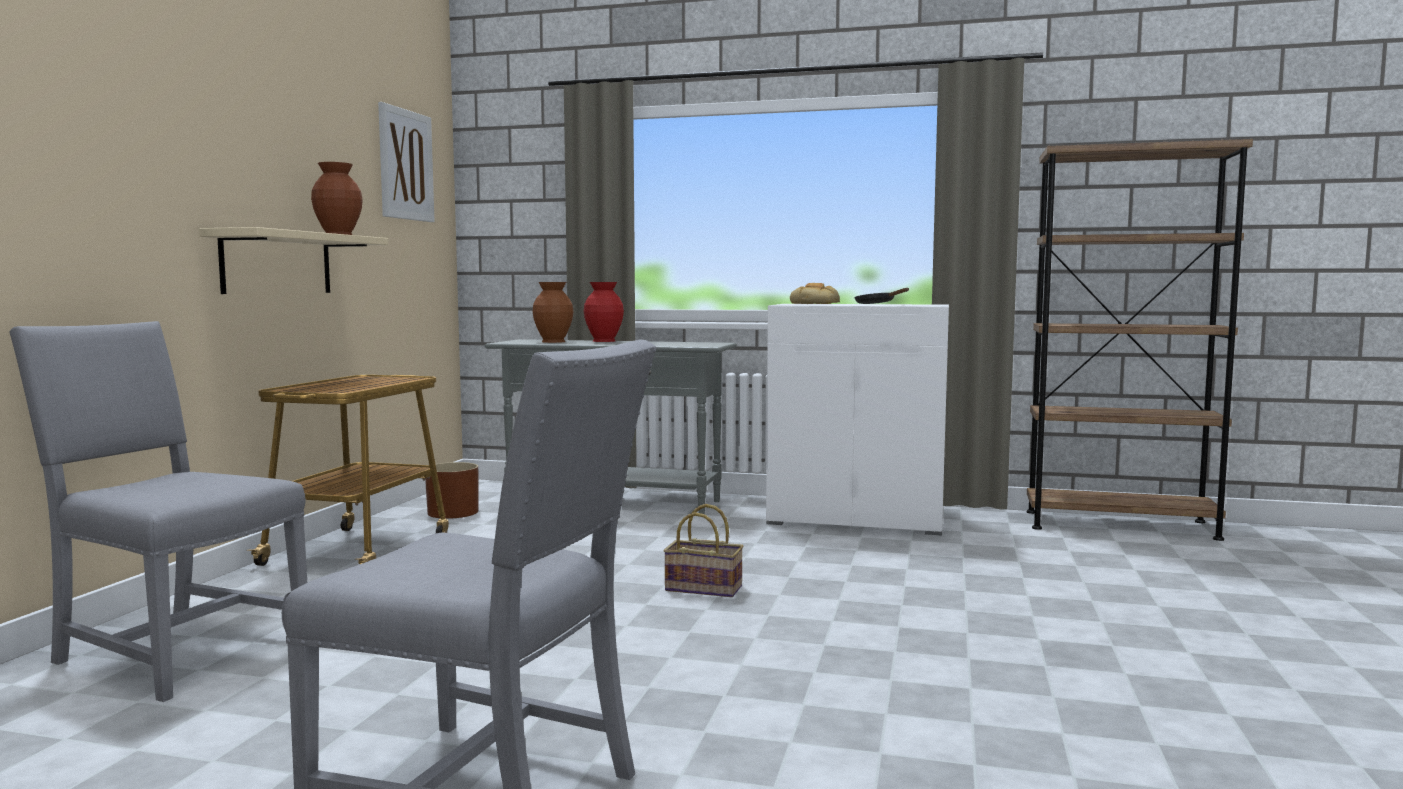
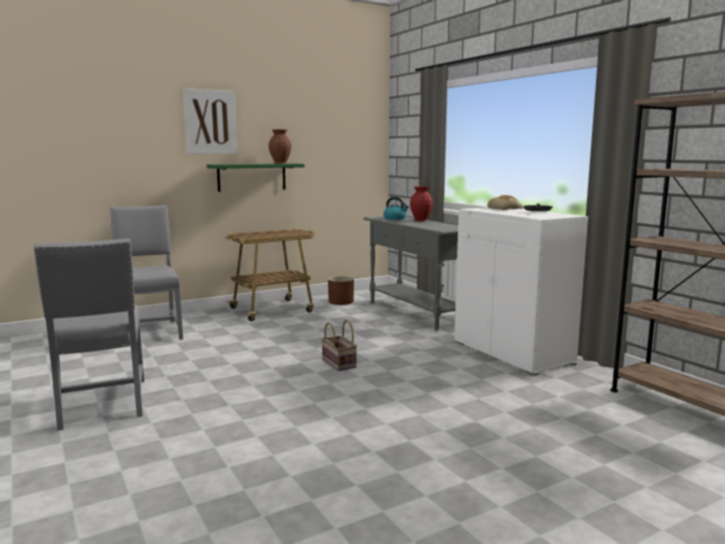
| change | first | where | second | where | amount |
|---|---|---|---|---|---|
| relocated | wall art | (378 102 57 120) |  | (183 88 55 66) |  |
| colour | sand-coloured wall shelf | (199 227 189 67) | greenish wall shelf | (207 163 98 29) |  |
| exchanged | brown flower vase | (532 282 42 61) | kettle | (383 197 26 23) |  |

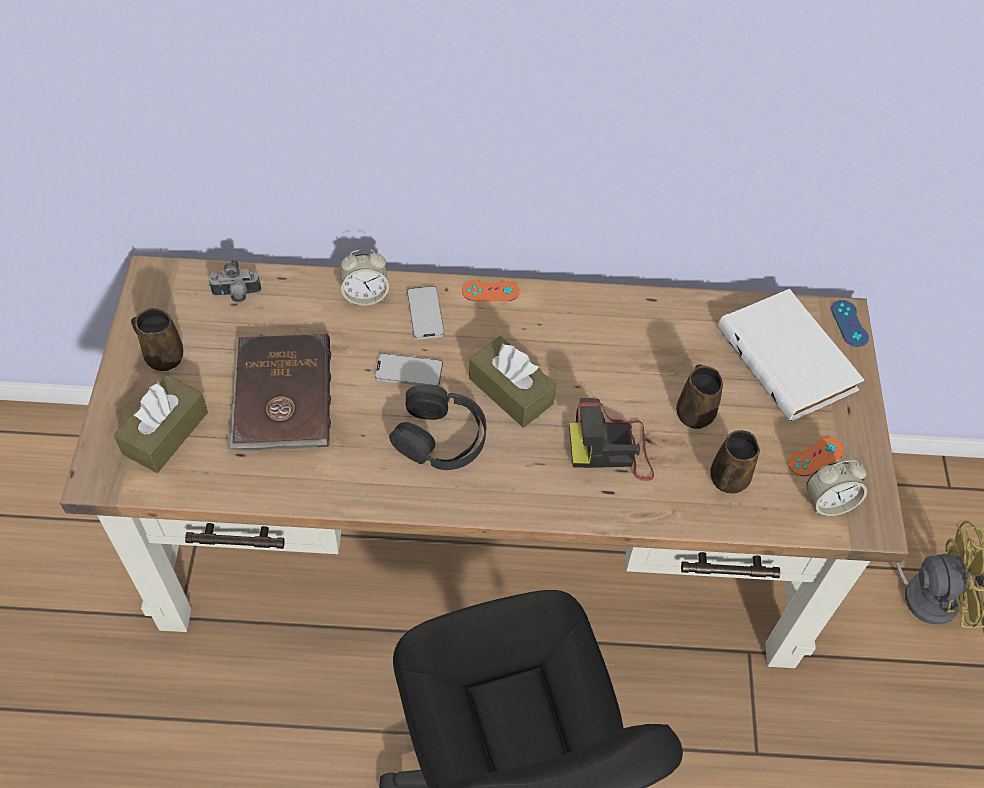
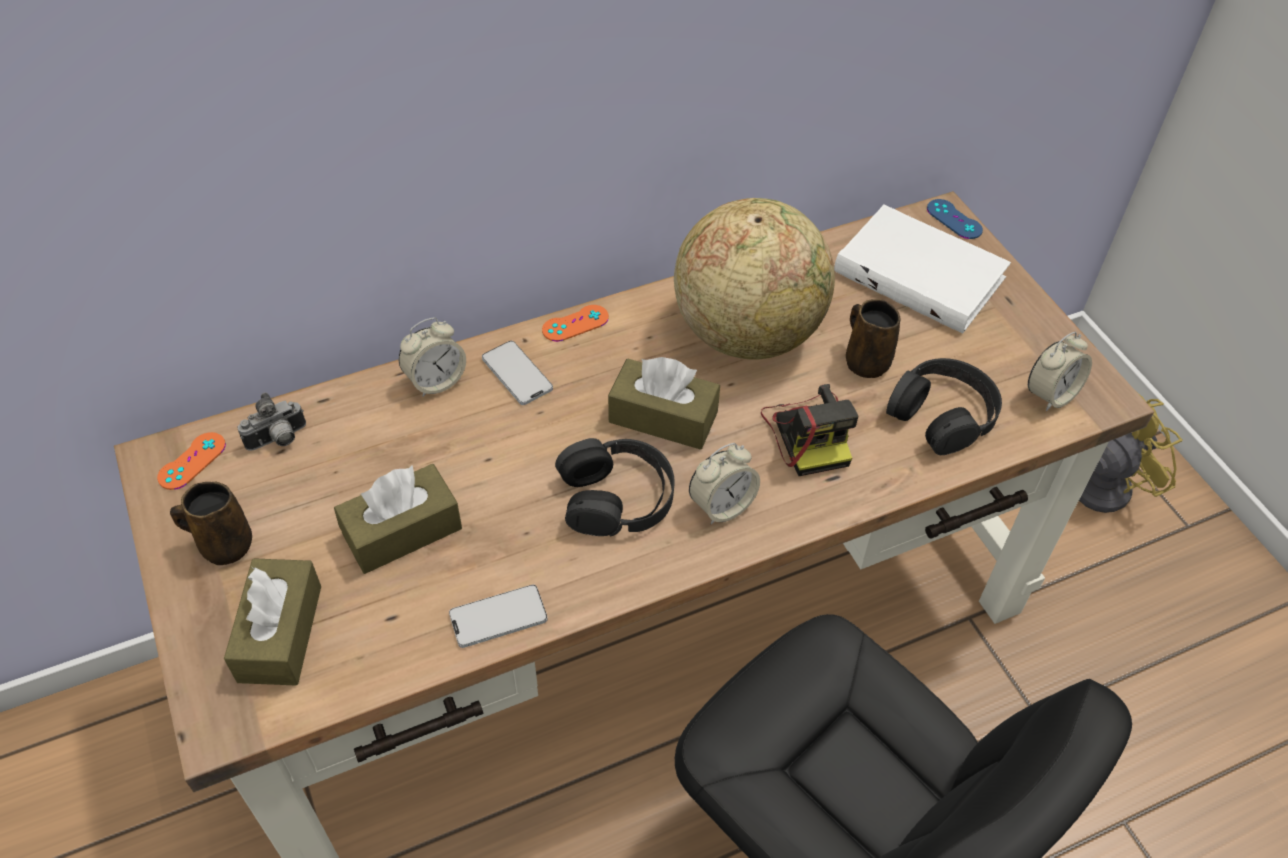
| change | first | where | second | where | amount |
|---|---|---|---|---|---|
| relocated | orangey gamepad | (788 437 56 39) |  | (157 432 69 58) |  |
| exchanged | brown volume | (226 334 105 117) | brown box of tissues | (334 464 128 110) |  |
| relocated | telephone | (375 353 68 33) |  | (449 585 99 63) |  |
| appeared |  |  | desk globe | (674 198 161 162) |  |
| appeared |  |  | alarm clock | (689 443 71 82) |  |
| spun | still camera | (570 398 84 83) |  | (761 384 98 92) | 75 degrees counterclockwise |
| exchanged | brown tea mug | (710 430 50 63) | blackish pair of headphones | (886 358 116 97) |  |

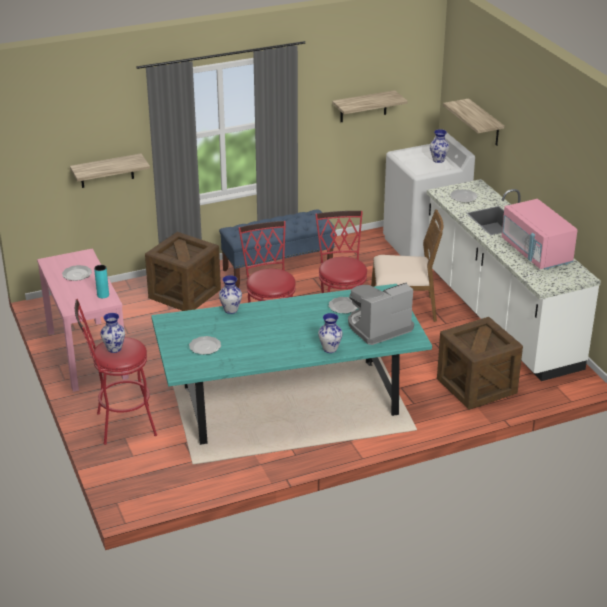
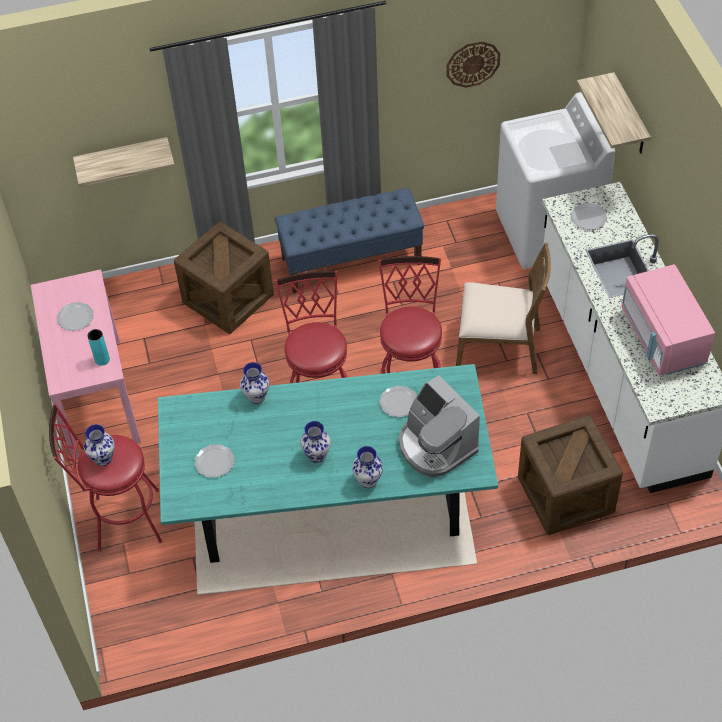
| change | first | where | second | where | amount |
|---|---|---|---|---|---|
| relocated | flower vase | (430 129 20 34) |  | (300 421 31 42) |  |
| spun | coffee maker | (348 283 66 62) |  | (399 375 81 102) | 105 degrees counterclockwise |
| exchanged | wall shelf | (332 90 75 32) | clock on the wall | (446 41 54 47) |  |

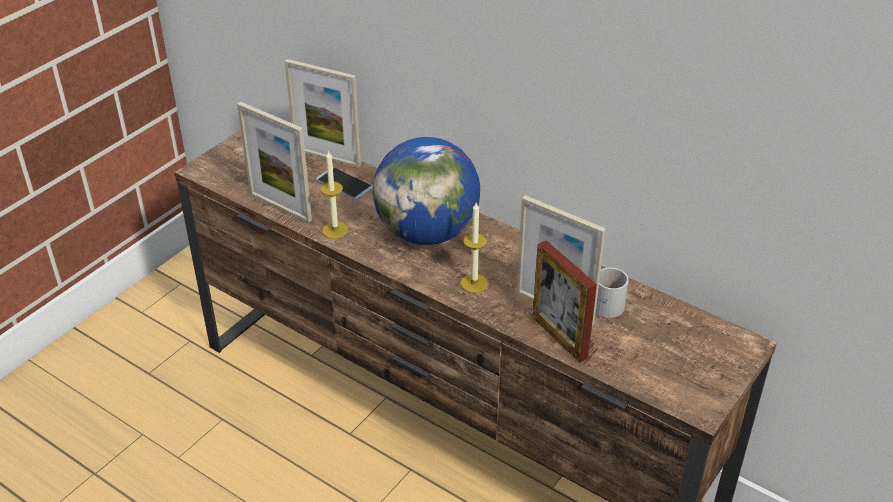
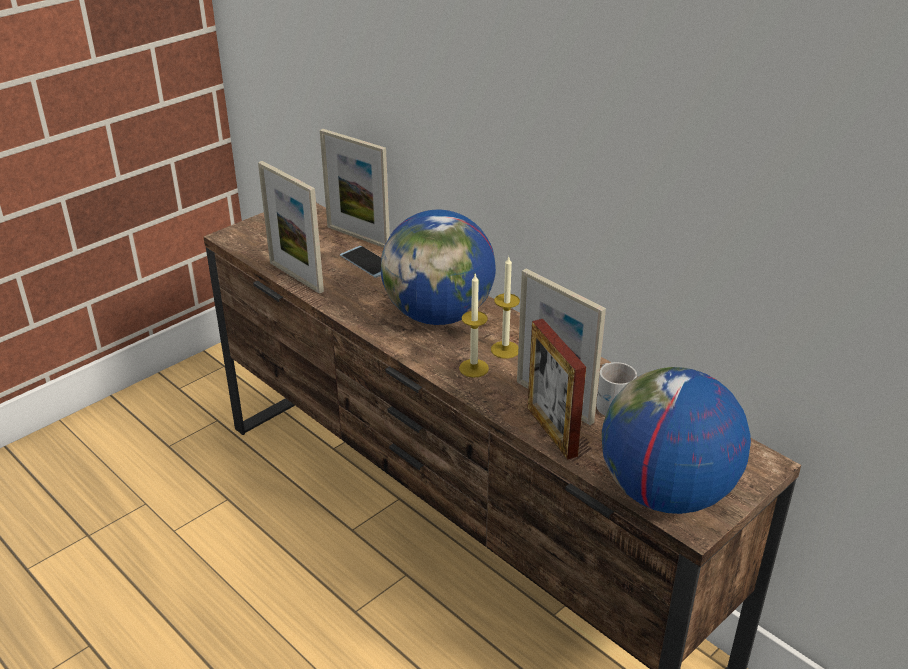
| change | first | where | second | where | amount |
|---|---|---|---|---|---|
| relocated | candle | (320 150 28 89) |  | (491 256 29 103) |  |
| appeared |  |  | desk globe | (602 367 149 147) |  |

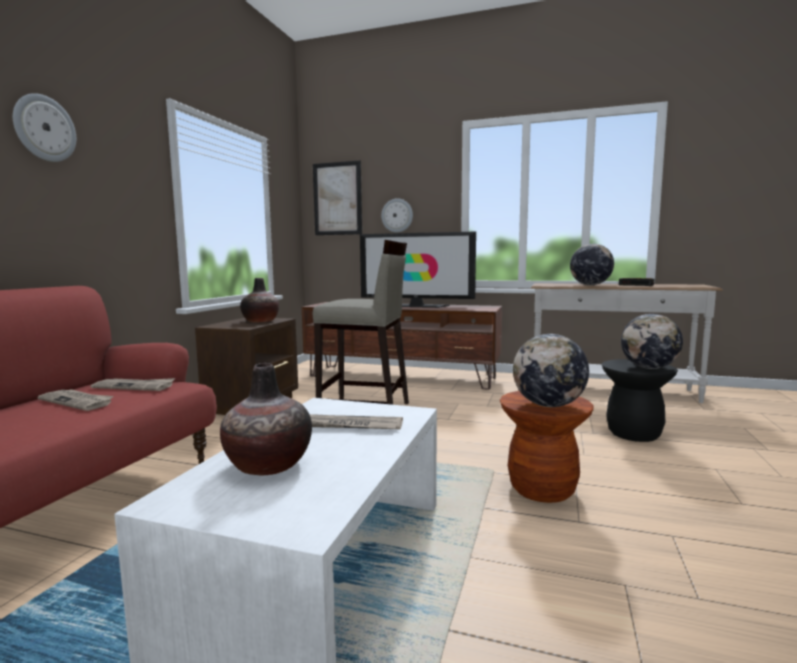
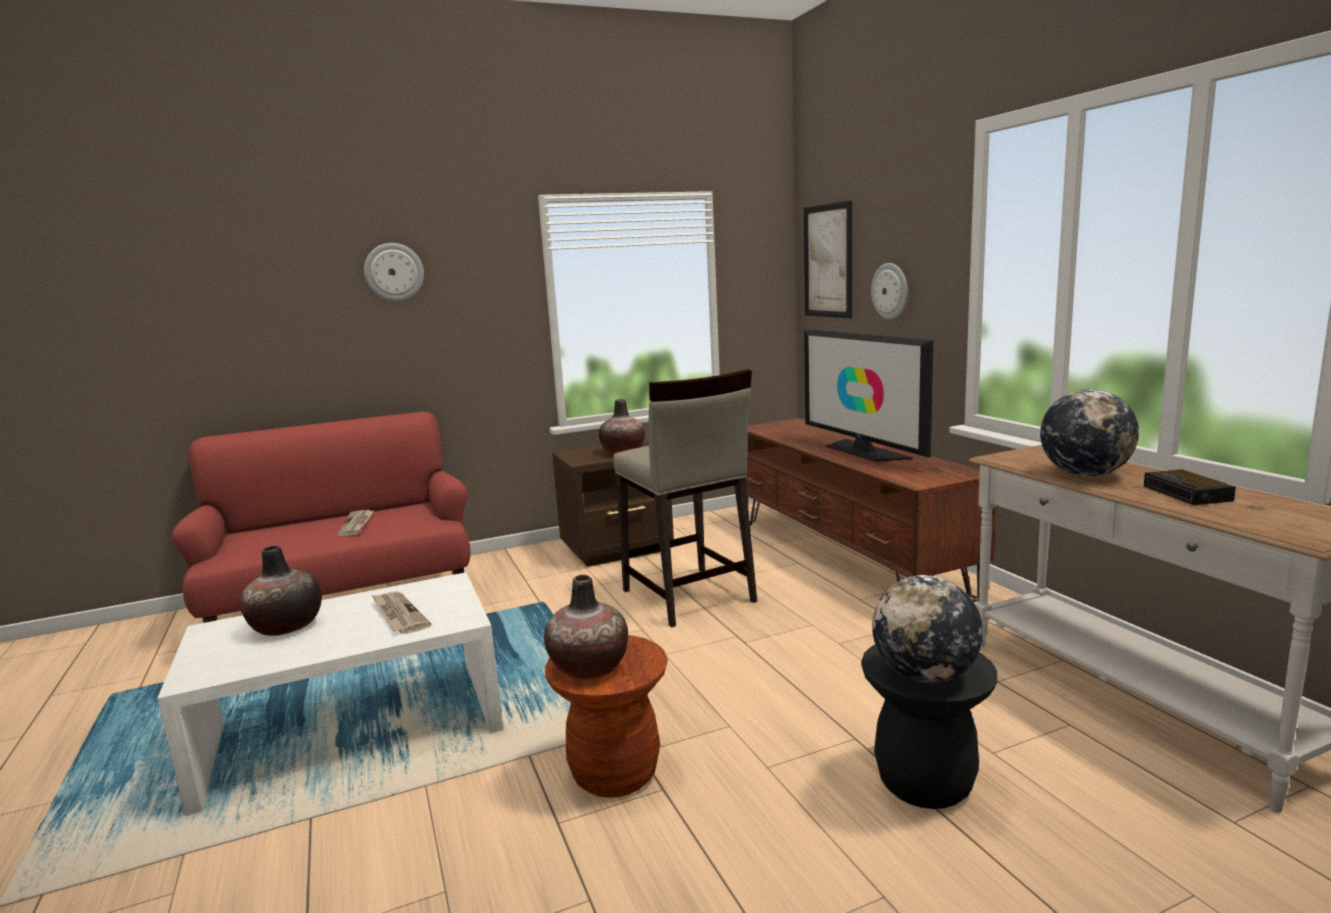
| change | first | where | second | where | amount |
|---|---|---|---|---|---|
| exchanged | desk globe | (513 334 76 73) | flower vase | (544 575 84 105) |  |
| missing | newspaper | (90 378 85 13) |  |  |  |

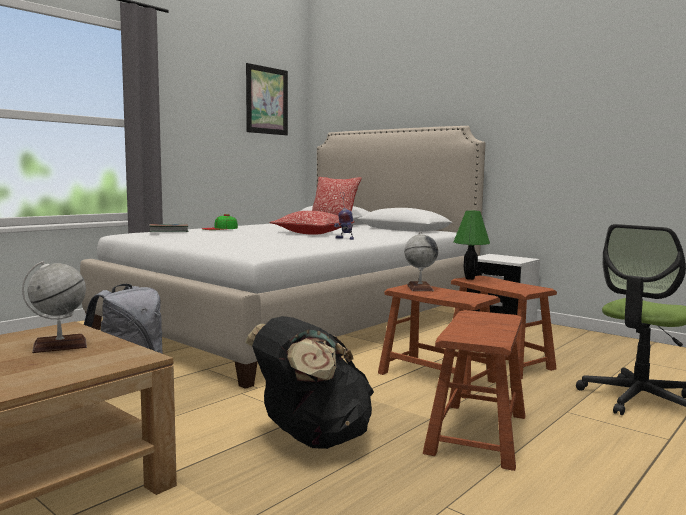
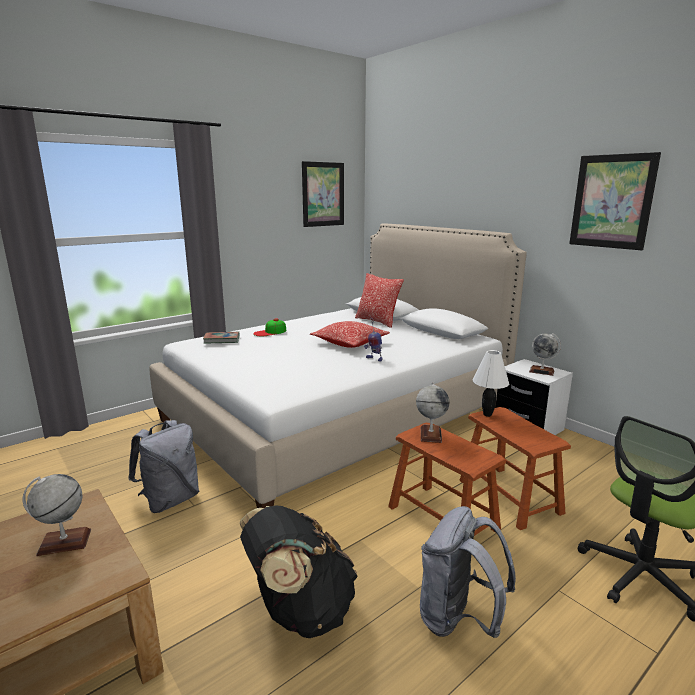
| change | first | where | second | where | amount |
|---|---|---|---|---|---|
| exchanged | brown stool | (423 310 102 161) | grey knapsack | (420 506 96 132) |  |
| colour | greenish table lamp | (453 210 37 70) | white-coloured table lamp | (473 350 36 67) |  |
| appeared |  |  | desk globe | (529 333 32 43) |  |
| appeared |  |  | wall art | (569 152 92 98) |  |

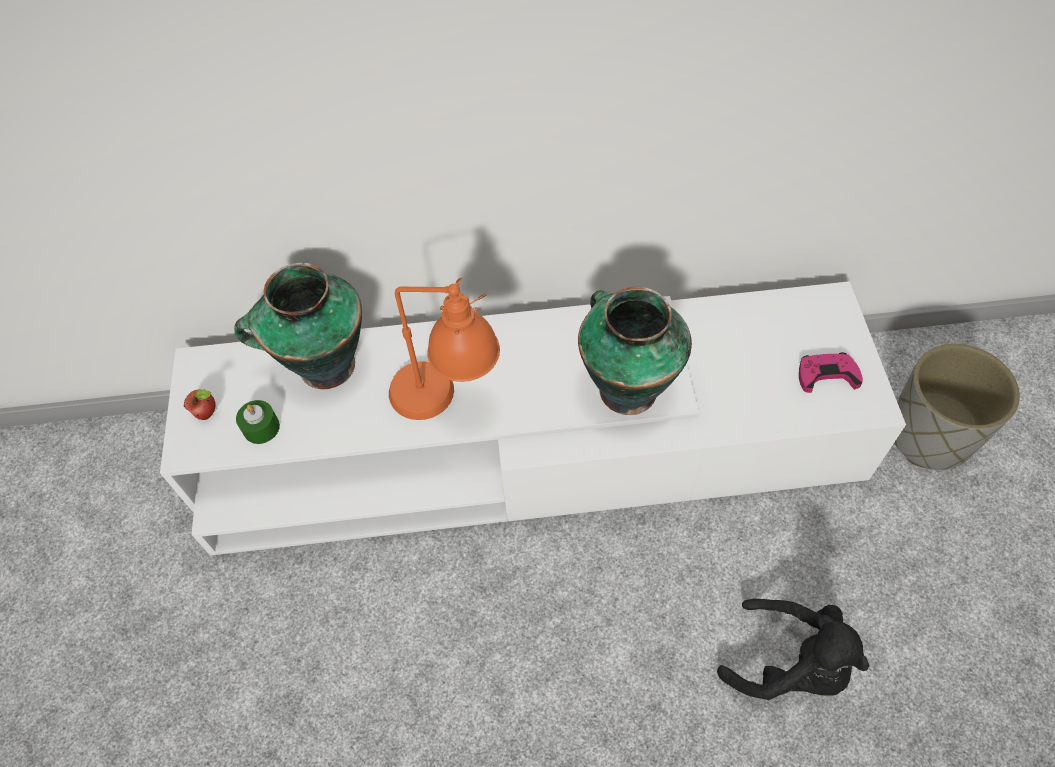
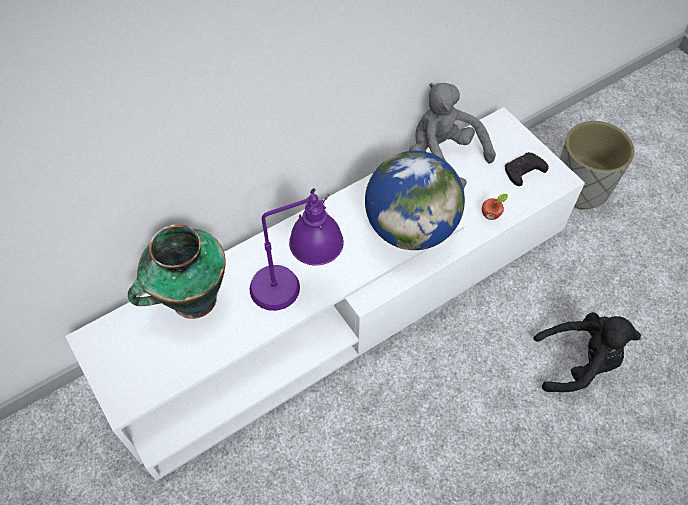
| change | first | where | second | where | amount |
|---|---|---|---|---|---|
| colour | orangey table lamp | (389 278 111 142) | purple-coloured table lamp | (250 188 94 123) |  |
| exchanged | flower vase | (578 287 114 128) | desk globe | (365 151 100 99) |  |
| appeared |  |  | grey plush toy | (409 83 87 106) |  |
| relocated | whole apple | (184 389 32 31) |  | (482 194 26 26) |  |
| colour | pink-coloured gamepad | (799 352 64 41) | blackish gamepad | (505 152 44 34) |  |
| missing | greenish candle | (236 400 44 44) |  |  |  |

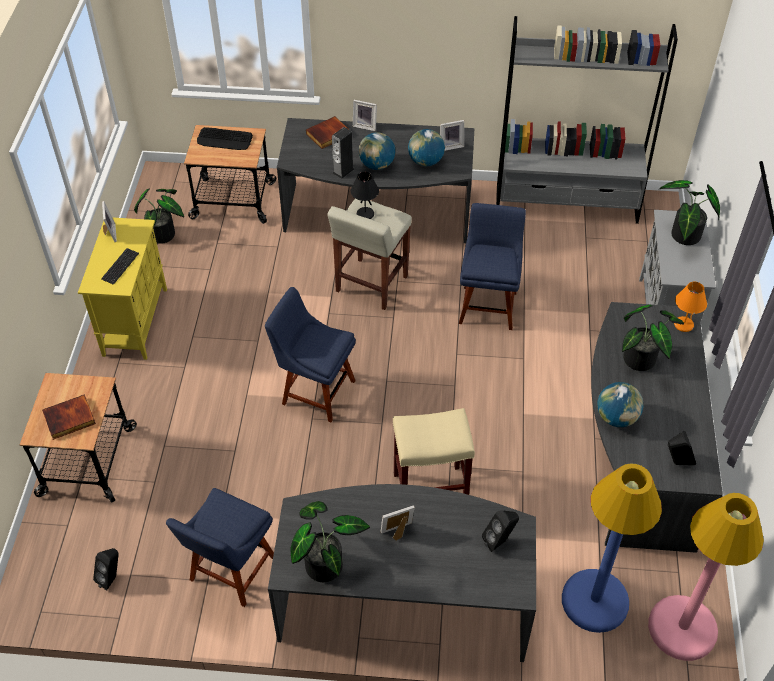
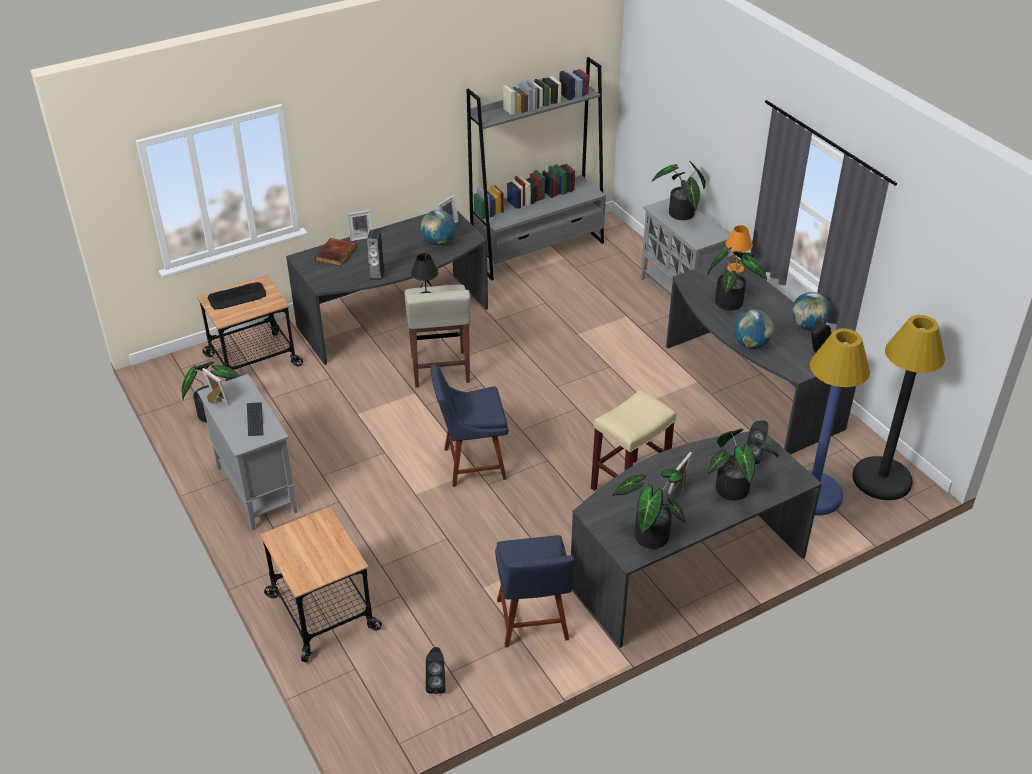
| change | first | where | second | where | amount |
|---|---|---|---|---|---|
| colour | yellow-coloured cabinet | (78 217 89 143) | grey cabinet | (197 374 101 156) |  |
| appeared |  |  | potted plant | (708 428 70 73) |  |
| relocated | desk globe | (359 132 36 38) |  | (792 292 39 38) |  |
| colour | pink-coloured standard lamp | (648 493 116 168) | blackish standard lamp | (852 315 93 185) |  |
| missing | volume | (42 394 54 46) |  |  |  |
| missing | blue upright chair | (459 203 67 127) |  |  |  |

